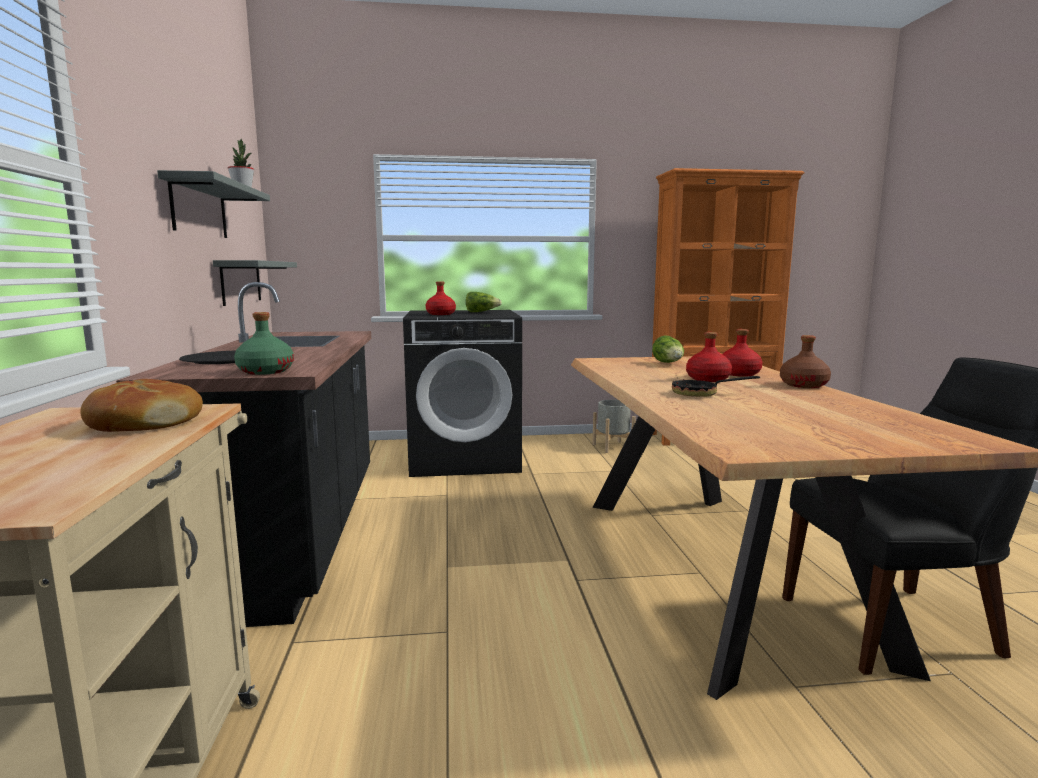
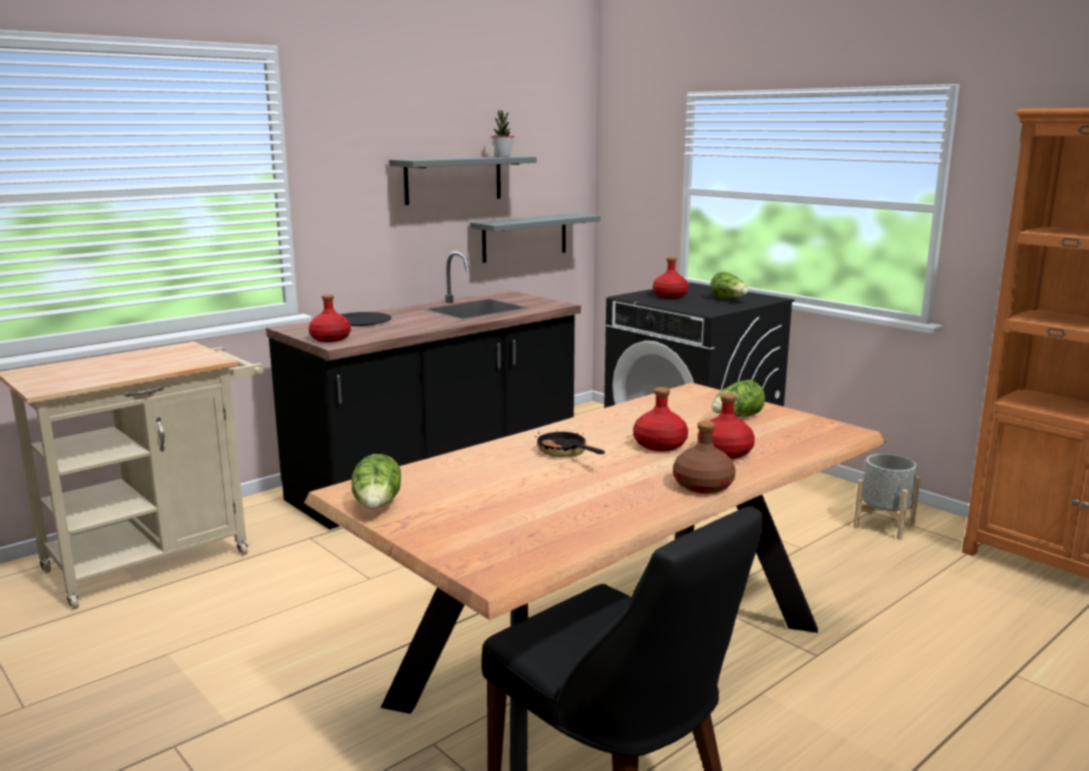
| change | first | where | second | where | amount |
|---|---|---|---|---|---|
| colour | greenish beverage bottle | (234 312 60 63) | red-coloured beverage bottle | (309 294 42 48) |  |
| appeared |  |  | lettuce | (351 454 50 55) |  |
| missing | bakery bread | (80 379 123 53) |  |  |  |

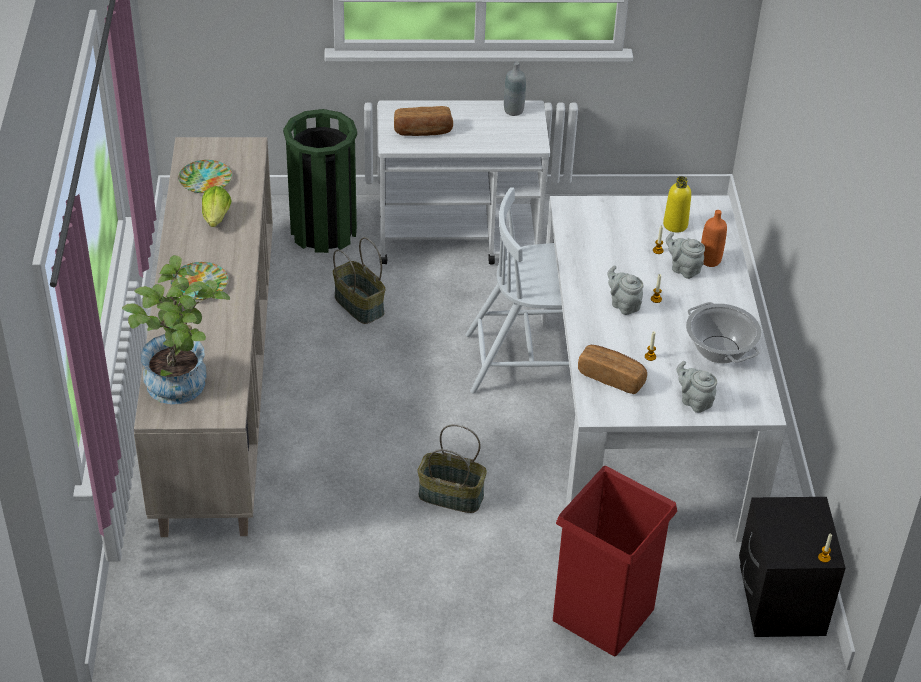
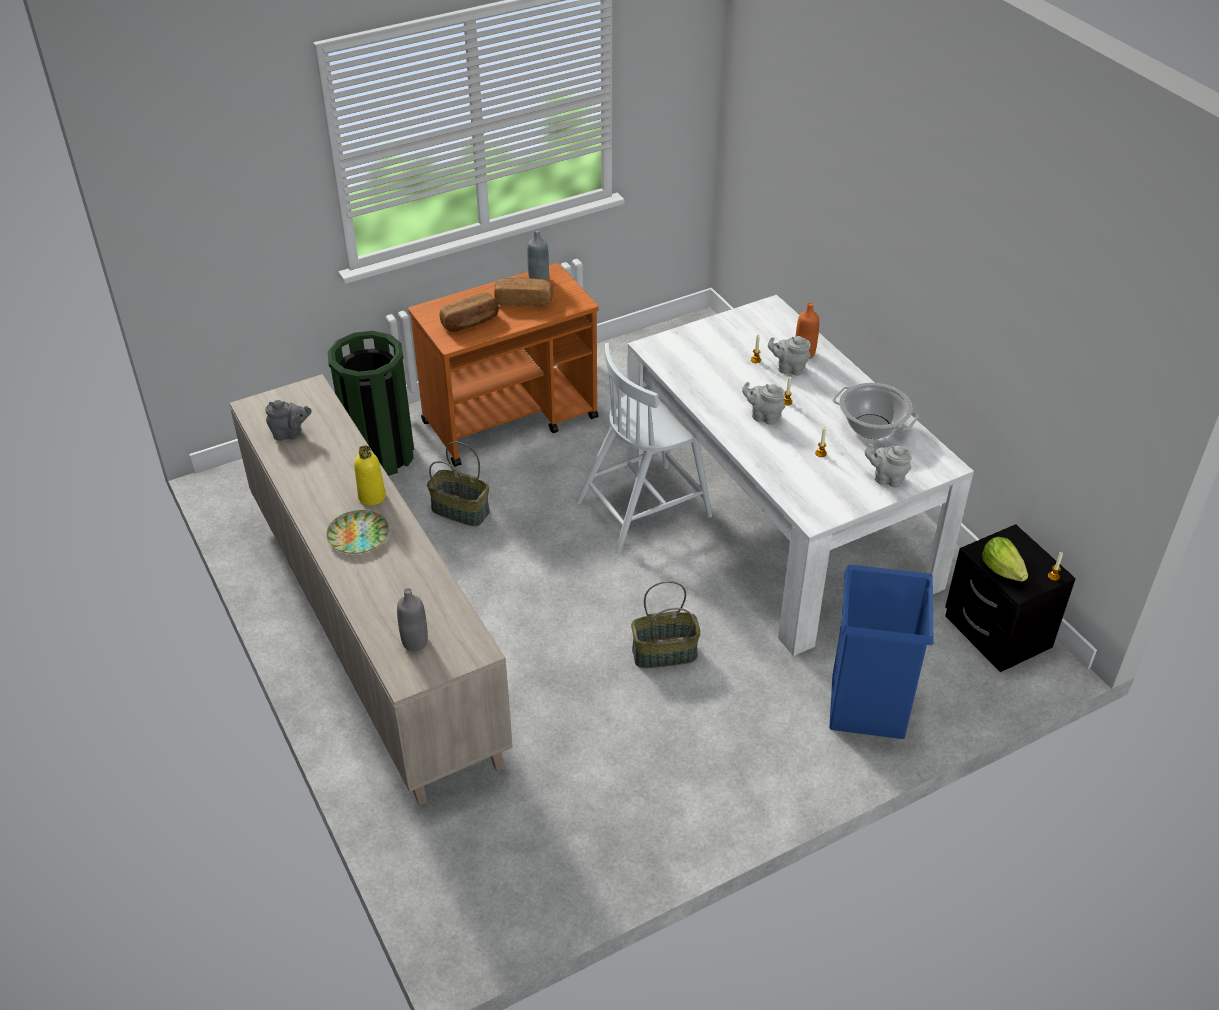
| change | first | where | second | where | amount |
|---|---|---|---|---|---|
| exchanged | flat dish | (178 160 54 33) | grey teapot | (265 400 47 41) |  |
| relocated | yellow-coloured beverage bottle | (663 176 28 56) |  | (354 445 32 61) |  |
| exchanged | potted plant | (122 255 108 149) | grey beverage bottle | (397 588 31 63) |  |
| colour | white-coloured trolley | (378 101 172 164) | orangey trolley | (408 263 191 204) |  |
| relocated | bakery bread | (578 345 69 49) |  | (494 278 59 29) |  |
| colour | red-coloured rubbish bin | (553 466 124 190) | blue rubbish bin | (829 565 104 174) |  |
| relocated | lettuce | (202 186 30 41) |  | (982 537 46 45) |  |

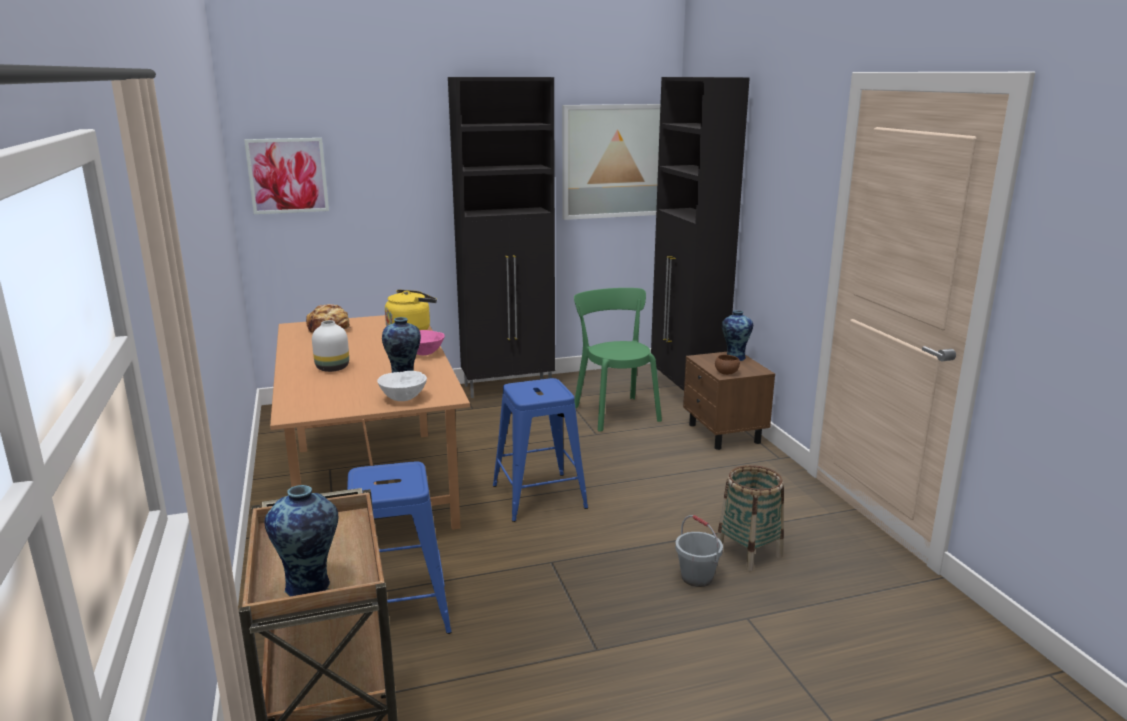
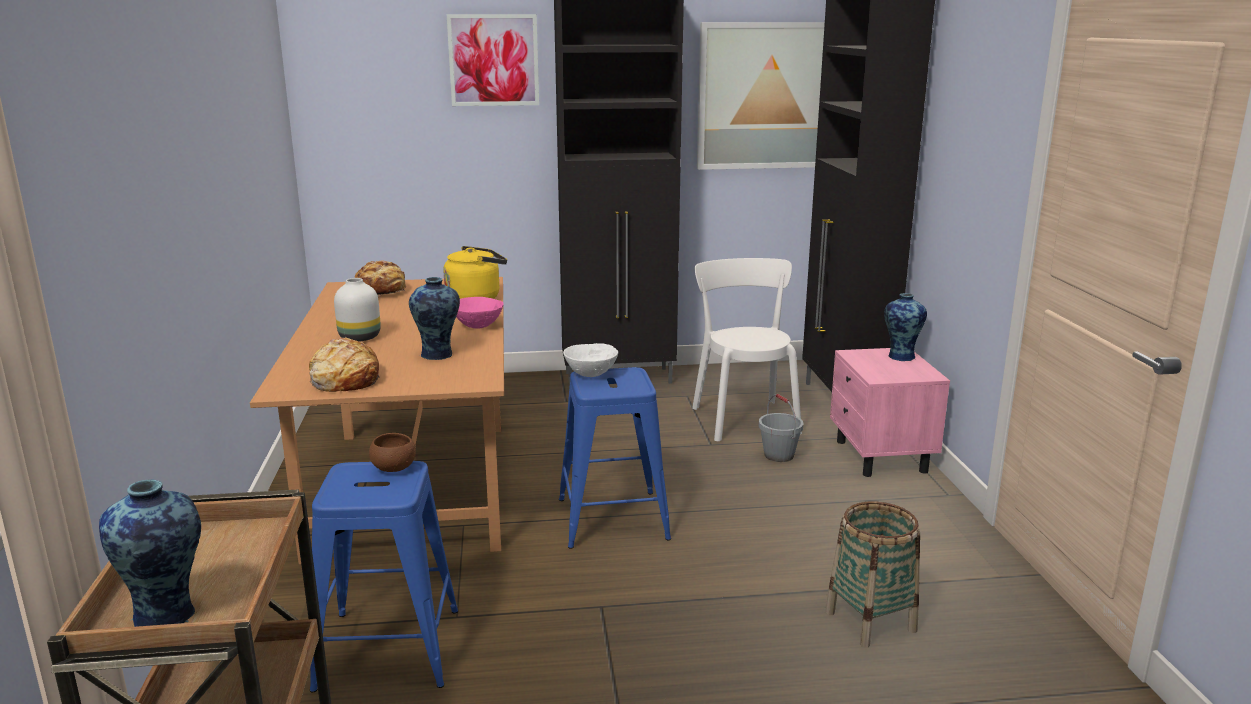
| change | first | where | second | where | amount |
|---|---|---|---|---|---|
| appeared |  |  | bakery bread | (309 337 71 55) |  |
| relocated | brown serving bowl | (715 354 25 21) |  | (369 433 47 39) |  |
| relocated | wall art | (244 138 85 76) |  | (447 14 92 92) |  |
| relocated | white-coloured serving bowl | (377 371 50 30) |  | (563 343 55 34) |  |
| colour | greenish upright chair | (574 288 88 144) | white-coloured upright chair | (692 258 110 183) |  |
| relocated | grey bucket | (675 515 48 72) |  | (759 394 44 68) |  |
| colour | brown bedside table | (683 352 92 98) | pink-coloured bedside table | (830 348 120 129) |  |

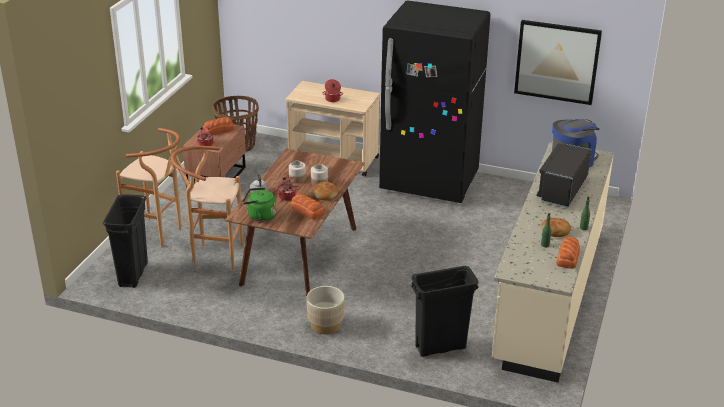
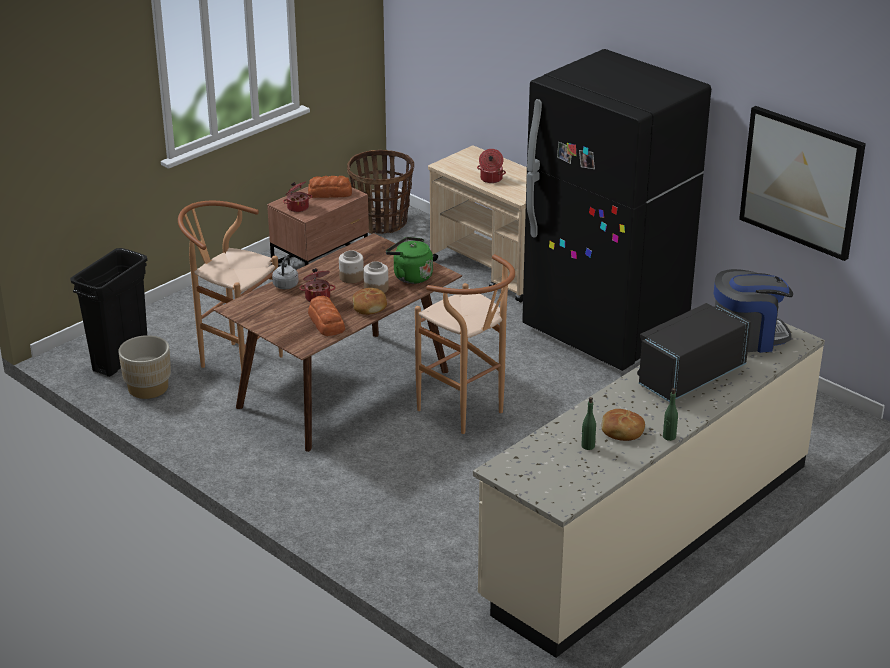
| change | first | where | second | where | amount |
|---|---|---|---|---|---|
| relocated | sand-coloured plant pot | (307 286 38 48) |  | (118 335 53 64) |  |
| relocated | greenish kettle | (243 187 33 35) |  | (386 237 47 47) |  |
| relocated | brown stool | (116 128 65 119) |  | (415 254 100 180) |  |
| missing | blackish rubbish bin | (411 266 68 91) |  |  |  |
| missing | bakery bread | (557 237 23 32) |  |  |  |

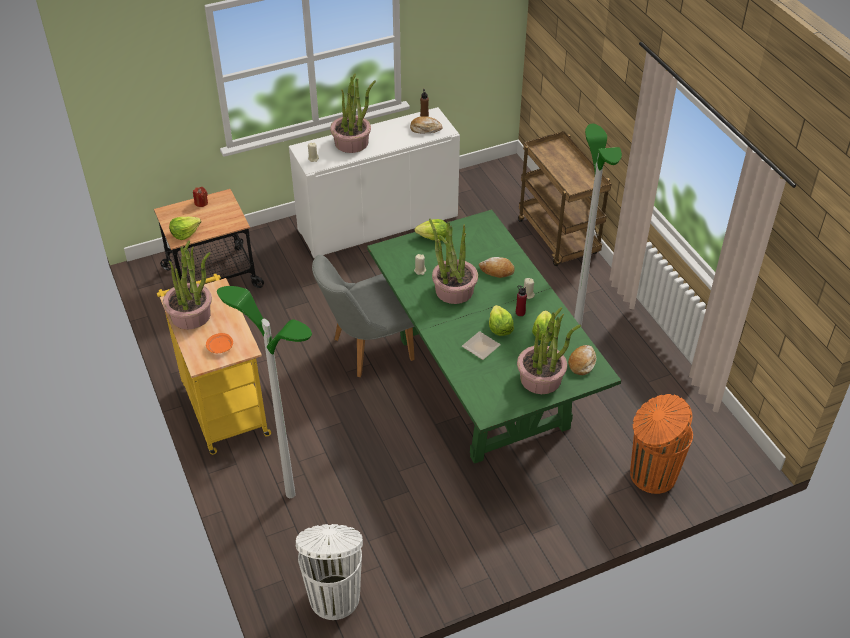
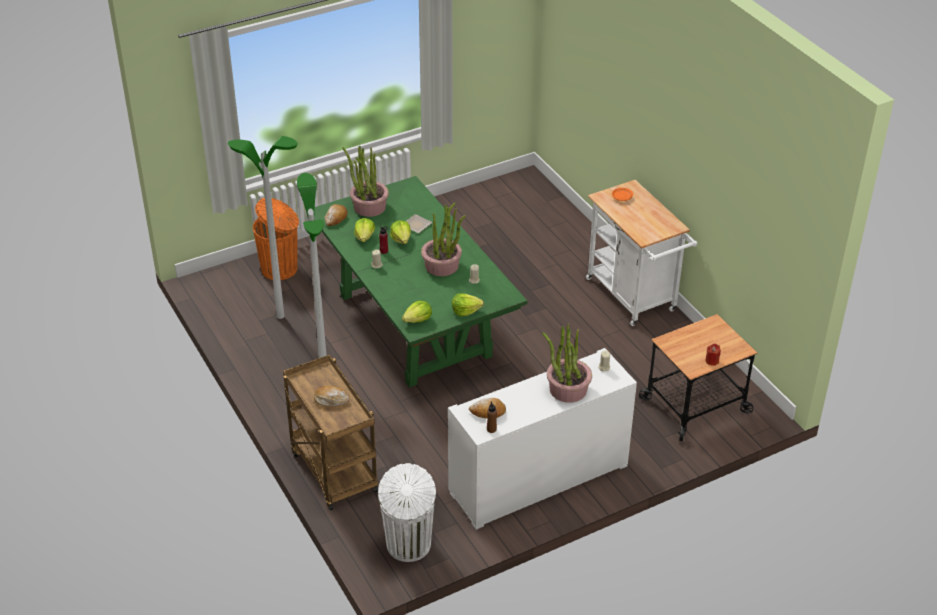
| change | first | where | second | where | amount |
|---|---|---|---|---|---|
| relocated | standard lamp | (217 286 95 212) |  | (228 136 70 183) |  |
| relocated | bakery bread | (479 257 36 21) |  | (314 386 36 20) |  |
| relocated | white-coloured rubbish bin | (296 524 67 96) |  | (378 463 58 99) |  |
| relocated | lettuce | (169 216 32 24) |  | (402 300 30 23) |  |
| colour | yellow-coloured trolley | (157 274 114 181) | white-coloured trolley | (586 180 111 146) |  |
| missing | potted plant | (163 241 49 89) |  |  |  |
| missing | grey upright chair | (312 255 103 122) |  |  |  |

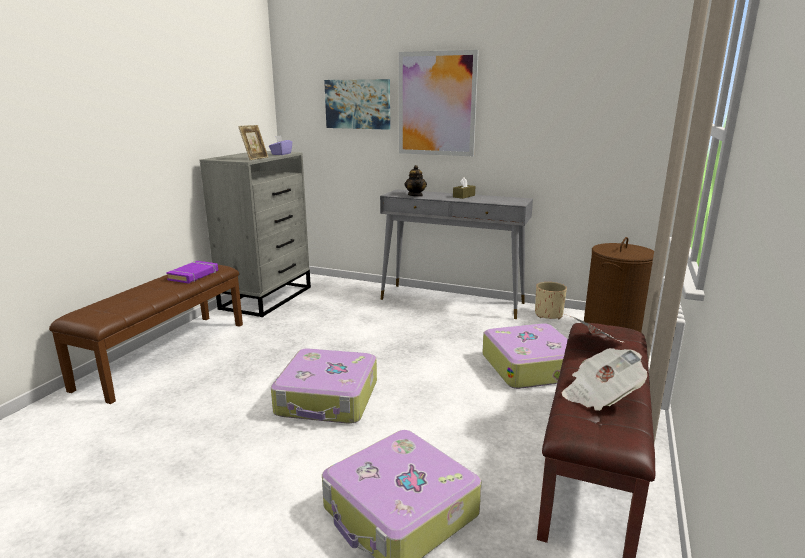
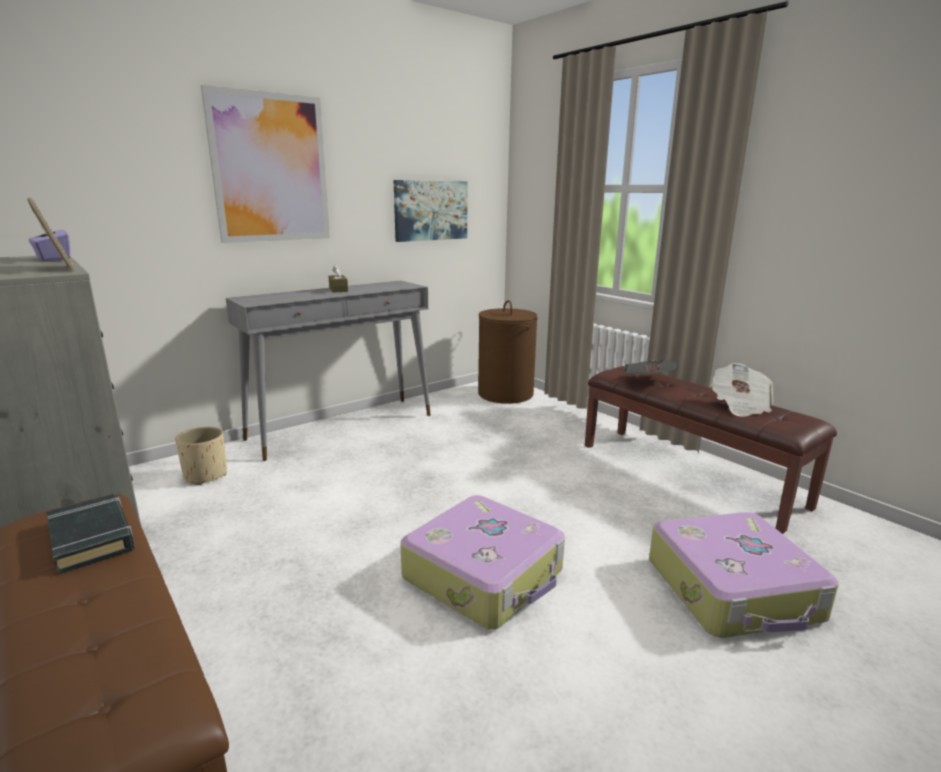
| change | first | where | second | where | amount |
|---|---|---|---|---|---|
| colour | purple-coloured volume | (166 261 52 23) | blackish volume | (46 494 89 80) |  |
| relocated | sand-coloured plant pot | (535 282 32 37) |  | (175 427 52 58) |  |
| relocated | wall art | (324 79 66 51) |  | (394 180 74 62) |  |
| missing | teapot | (404 165 23 32) |  |  |  |
| missing | piece of luggage | (482 323 86 66) |  |  |  |

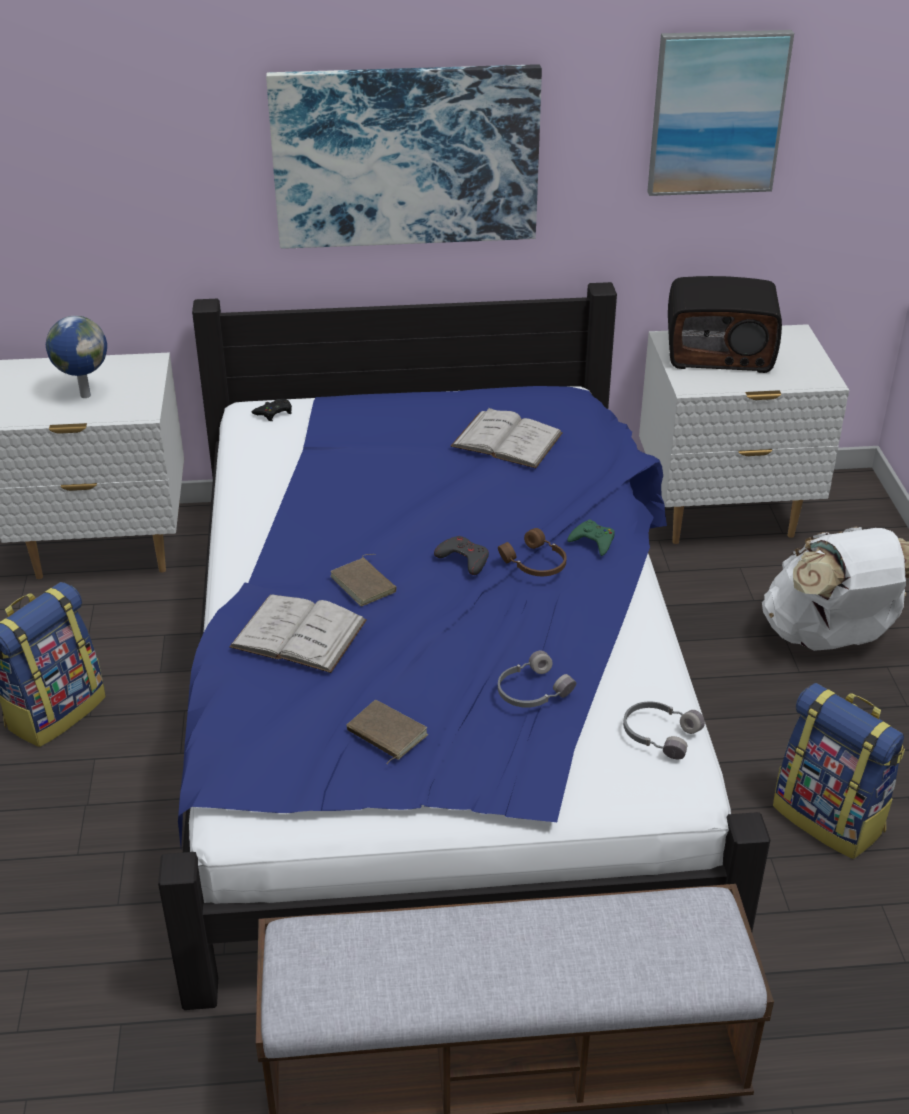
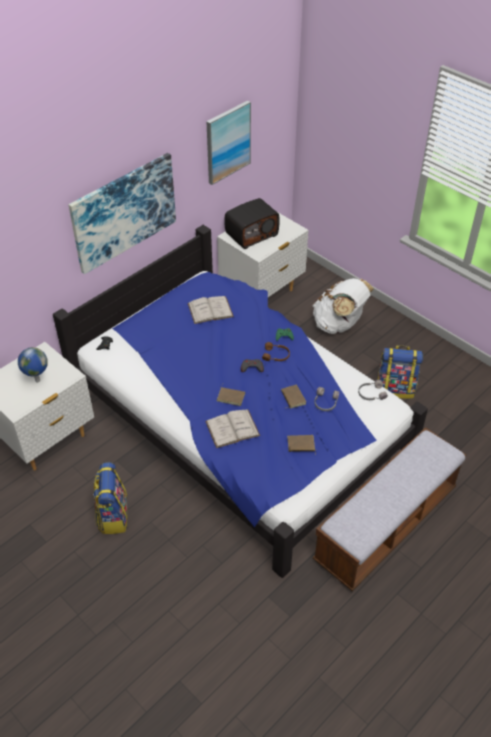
| change | first | where | second | where | amount |
|---|---|---|---|---|---|
| appeared |  |  | brown volume | (281 384 25 24) |  |

